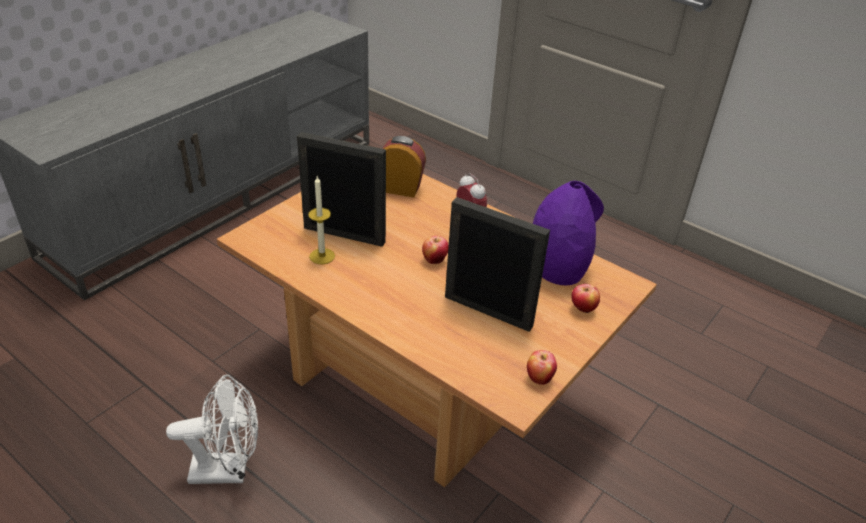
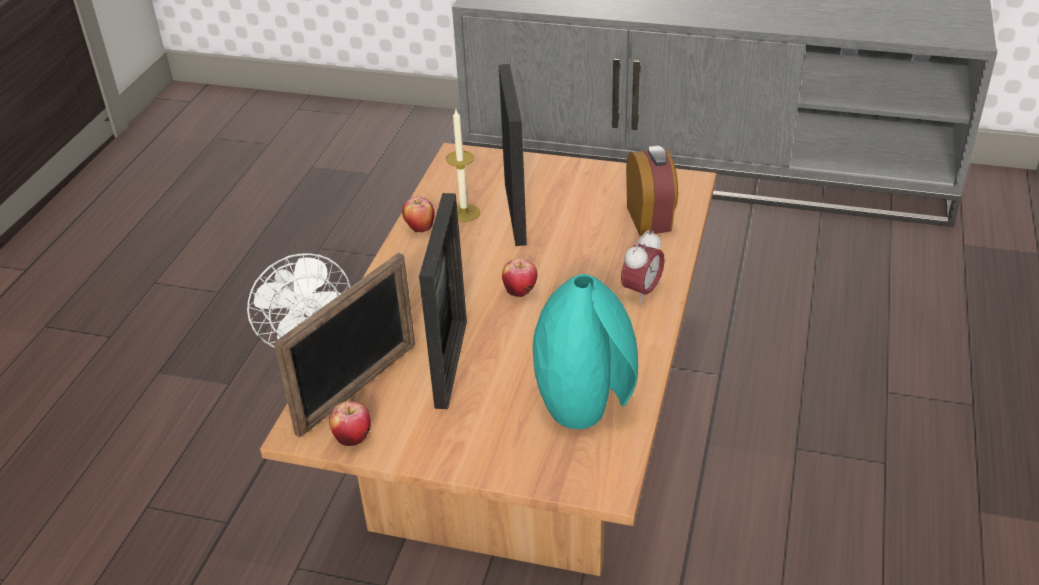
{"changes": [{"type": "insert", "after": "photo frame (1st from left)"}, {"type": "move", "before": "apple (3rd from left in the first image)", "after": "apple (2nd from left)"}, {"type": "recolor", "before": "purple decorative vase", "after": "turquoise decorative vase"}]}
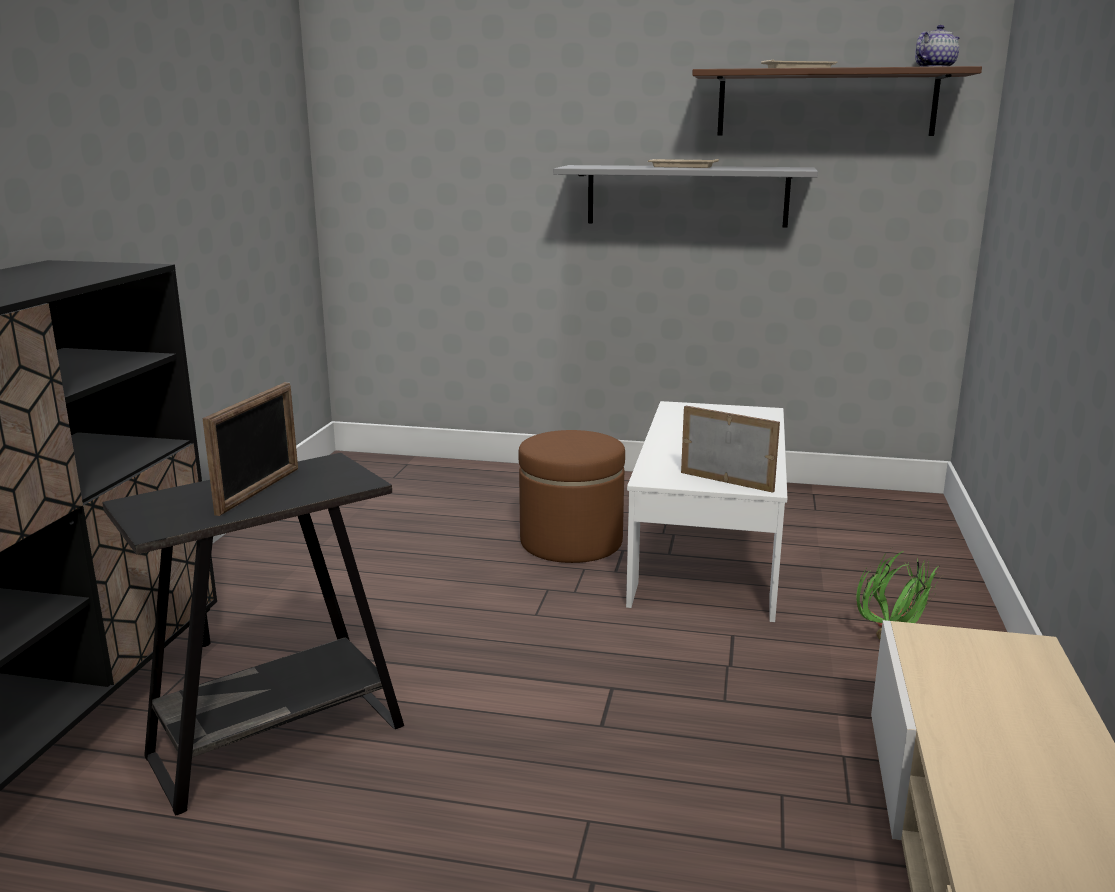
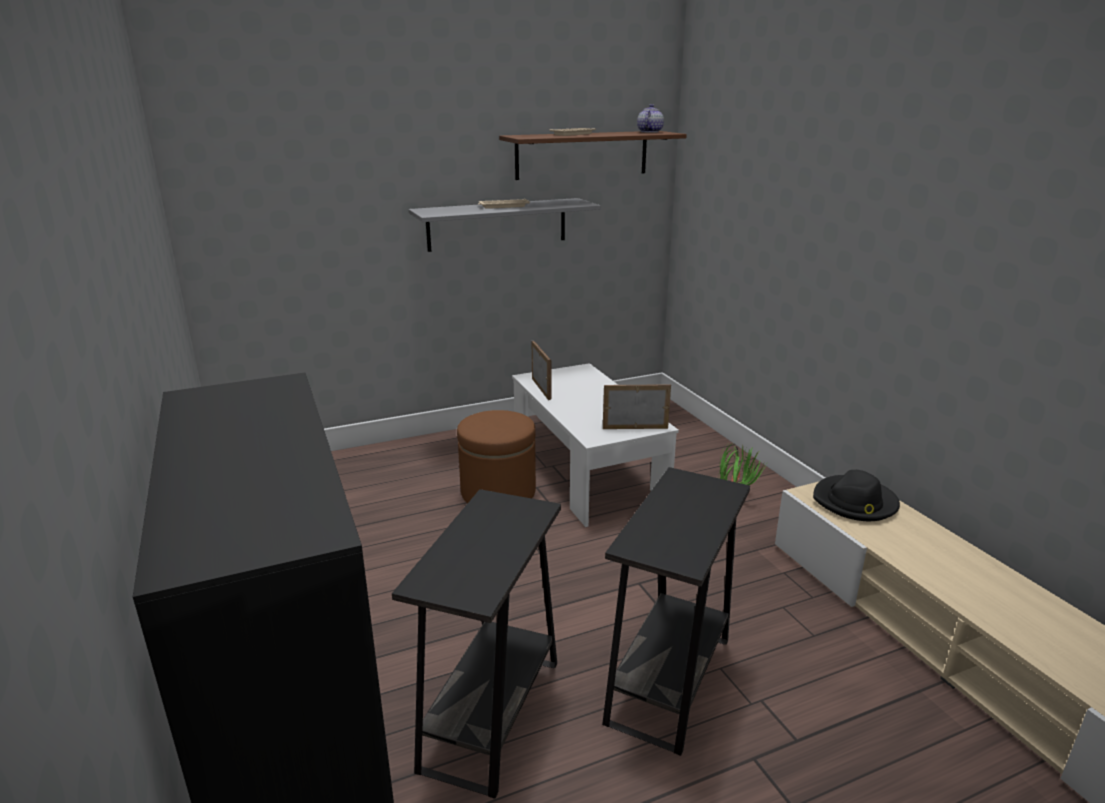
{"changes": [{"type": "move", "before": "photo frame (1st from left)"}, {"type": "insert", "after": "black end table (2nd from left)"}, {"type": "insert", "after": "black hat"}]}
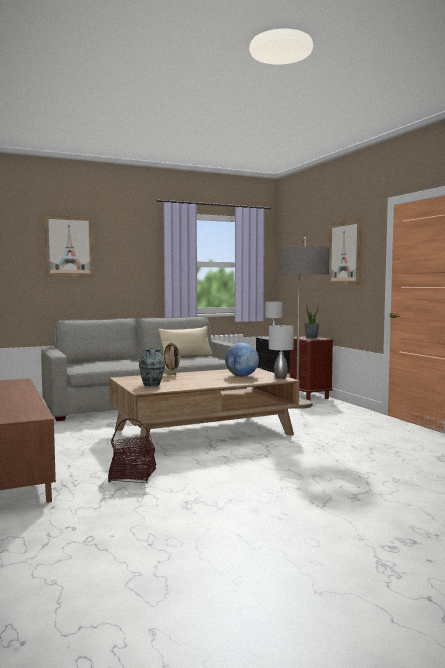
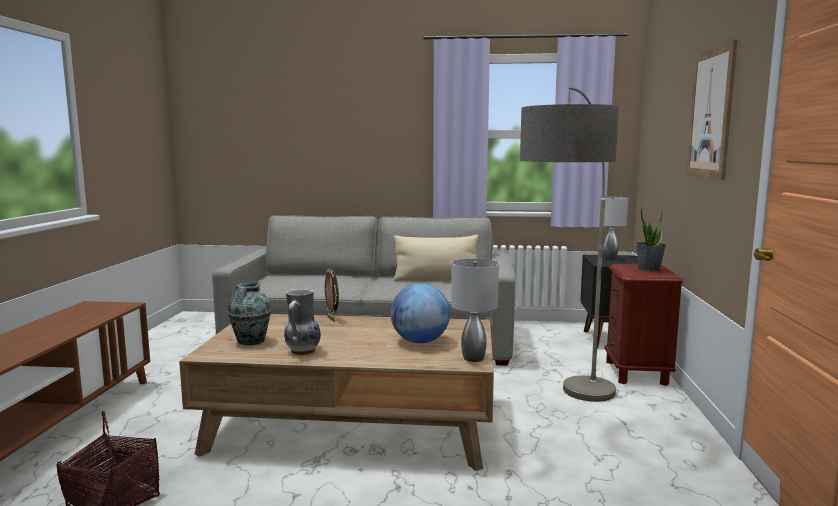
{"changes": [{"type": "insert", "after": "decorative vase (2nd from left)"}, {"type": "delete", "before": "wall art (1st from left)"}]}
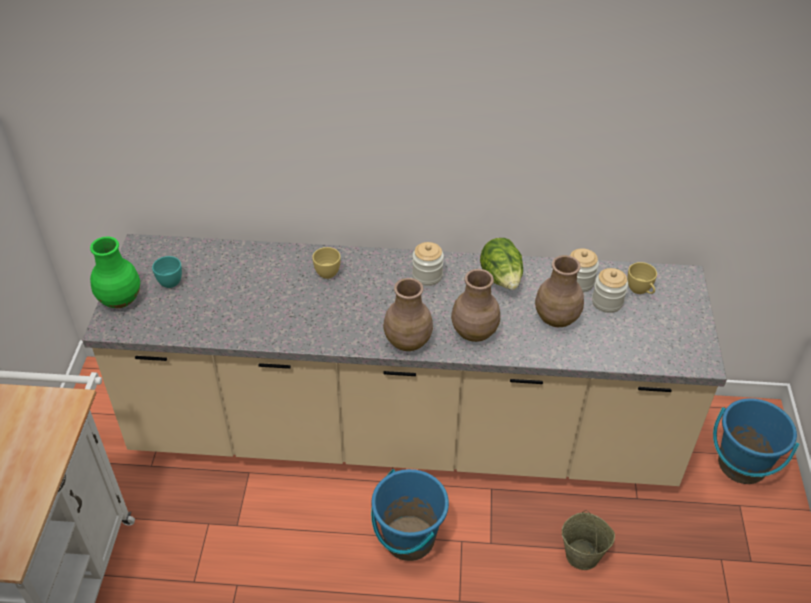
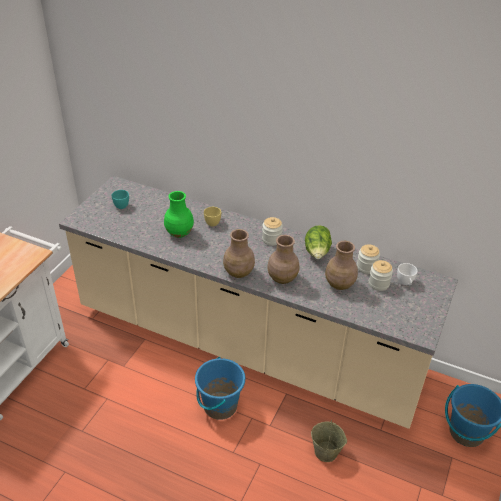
{"changes": [{"type": "move", "before": "green-coloured decorative vase"}, {"type": "recolor", "before": "yellowish drinking cup (2nd from left)", "after": "white-coloured drinking cup"}]}
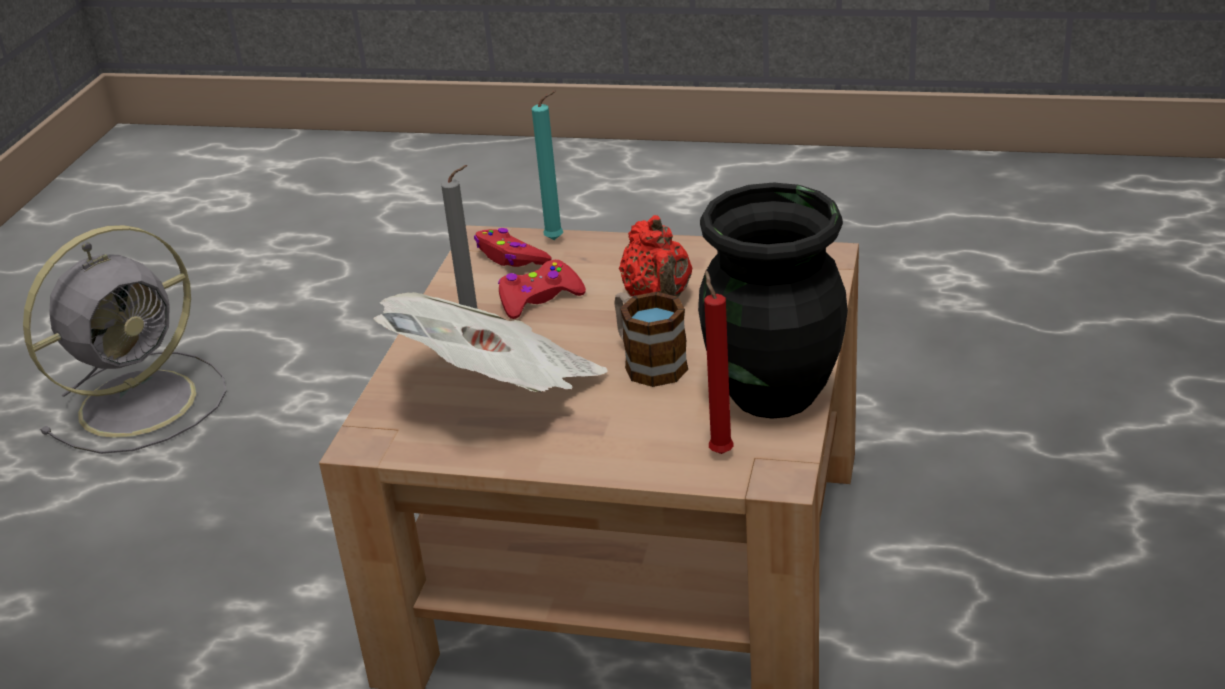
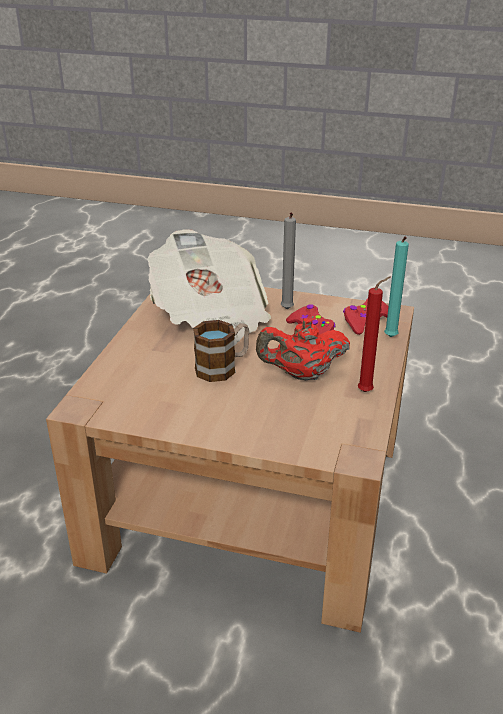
{"changes": [{"type": "move", "before": "reddish wax candle"}, {"type": "delete", "before": "grey electric fan"}, {"type": "delete", "before": "black decorative vase"}]}
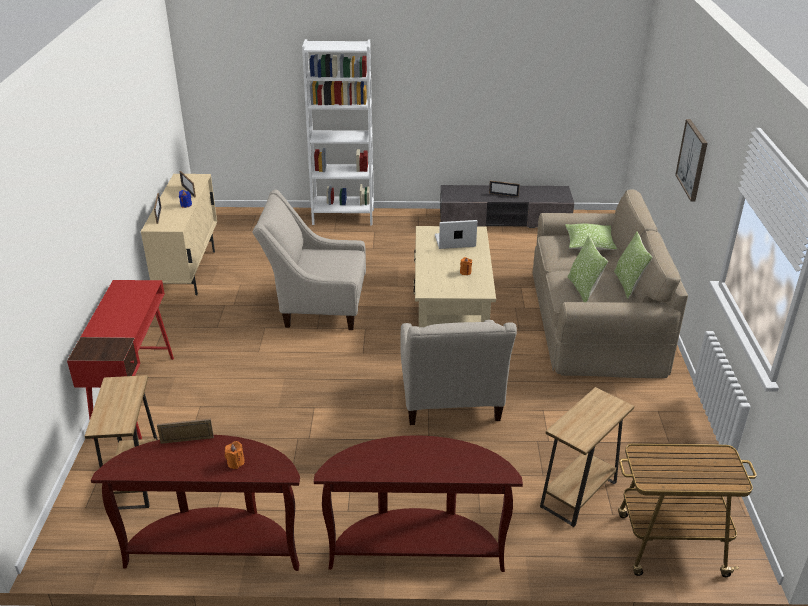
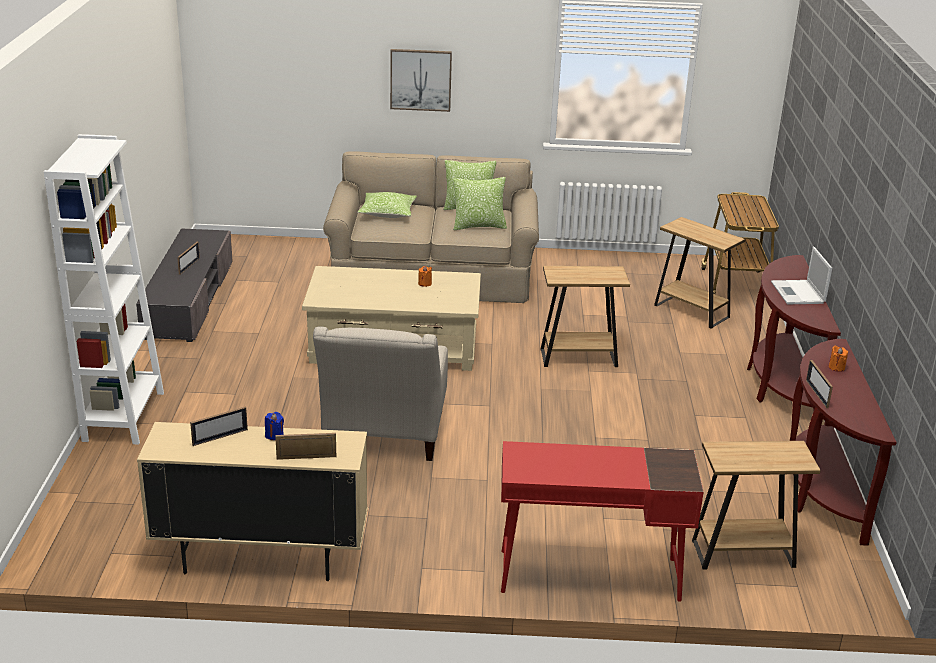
{"changes": [{"type": "replace", "before": "beige easy chair (2nd from left)", "after": "brown-coloured end table (1st from left)"}, {"type": "move", "before": "notebook computer"}]}
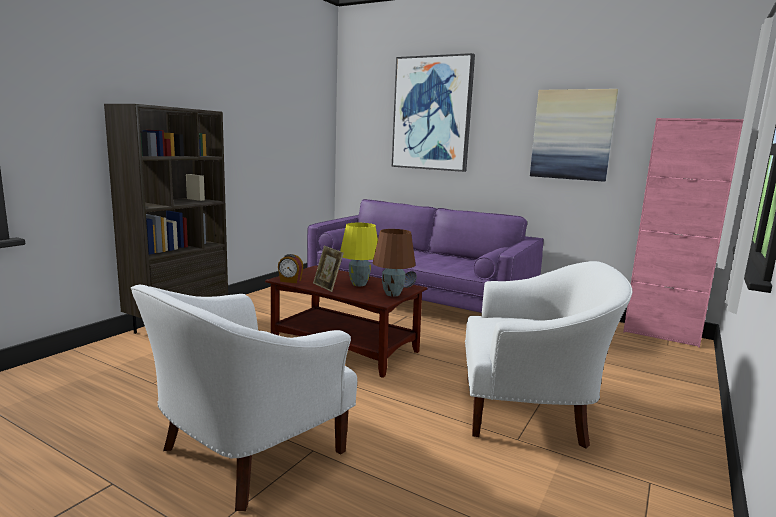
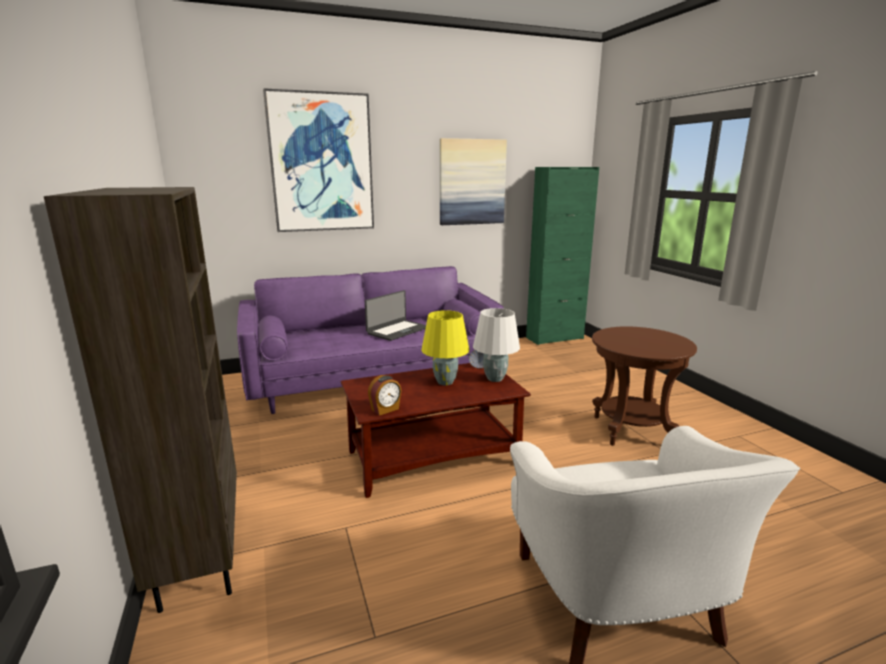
{"changes": [{"type": "insert", "after": "notebook computer"}, {"type": "recolor", "before": "brown-coloured tabletop lamp", "after": "white-coloured tabletop lamp"}, {"type": "recolor", "before": "pink cupboard", "after": "green-coloured cupboard"}, {"type": "replace", "before": "white-coloured easy chair (2nd from left)", "after": "brown-coloured end table"}, {"type": "delete", "before": "photo frame"}]}
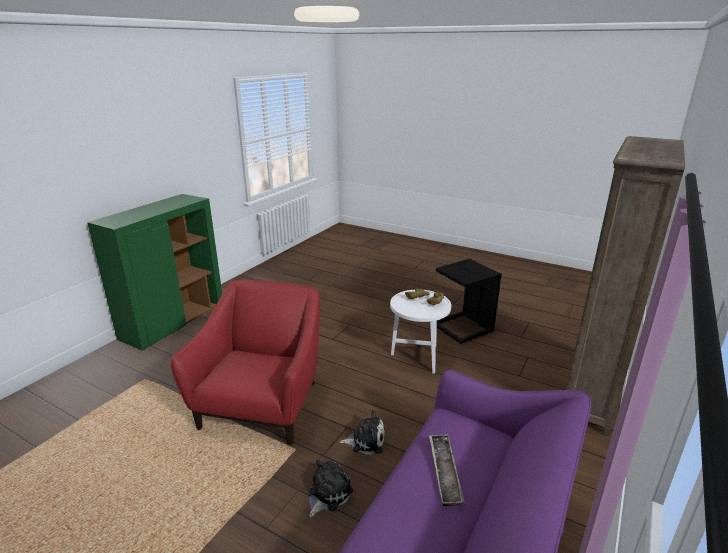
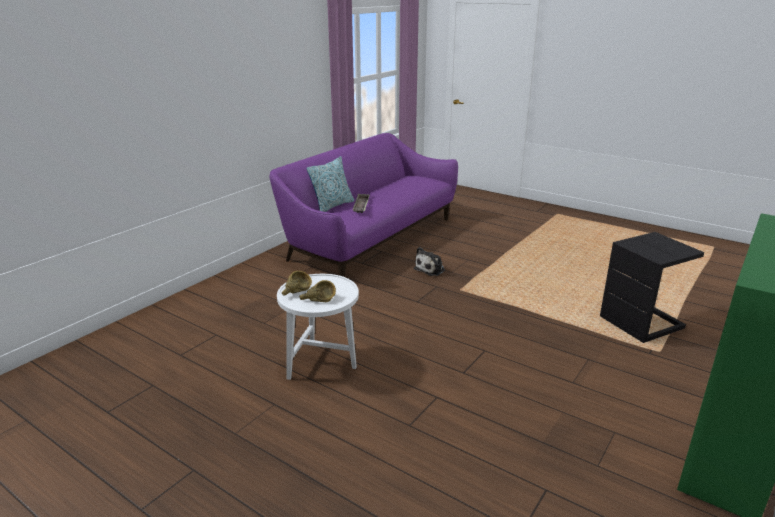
{"changes": [{"type": "insert", "after": "pillow"}, {"type": "move", "before": "black end table"}, {"type": "delete", "before": "reddish easy chair"}, {"type": "delete", "before": "cuddly toy (2nd from left)"}, {"type": "delete", "before": "brown-coloured bookshelf"}]}
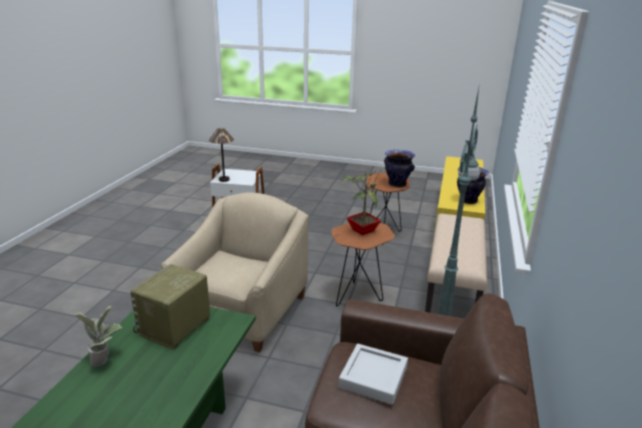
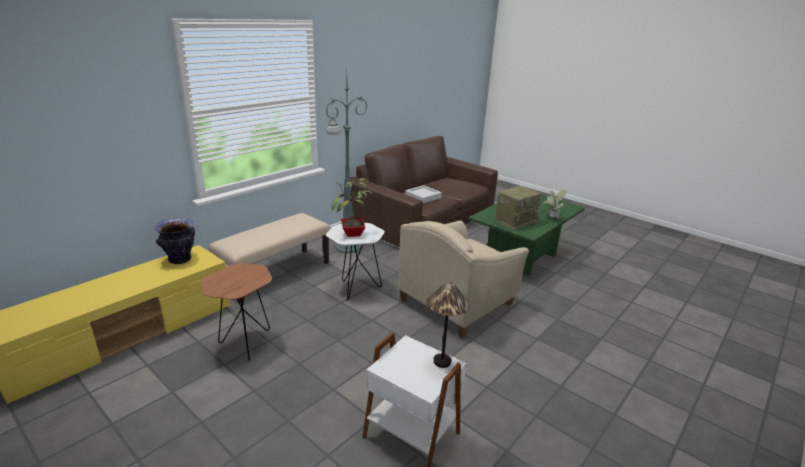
{"changes": [{"type": "recolor", "before": "brown-coloured end table (1st from left)", "after": "white-coloured end table (1st from left)"}, {"type": "delete", "before": "decorative vase (1st from left)"}]}
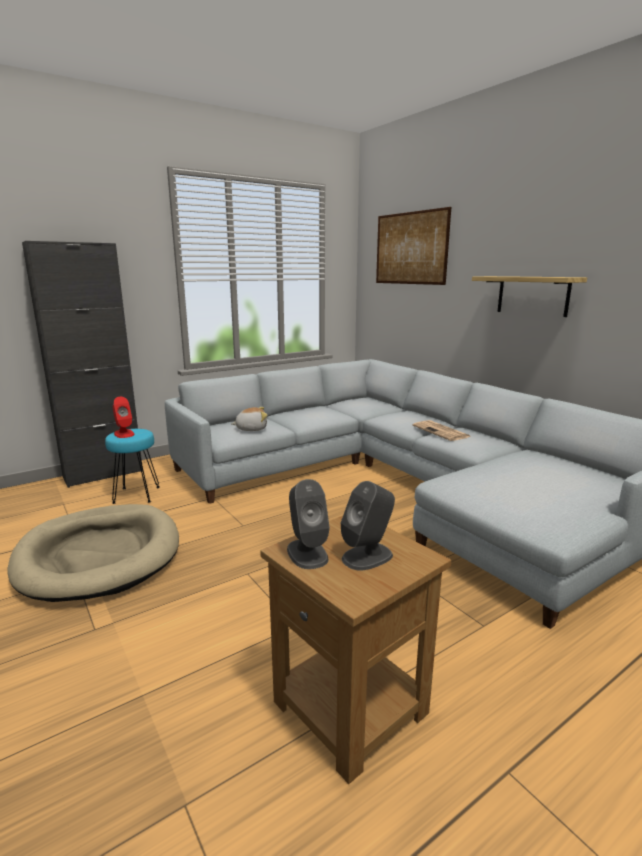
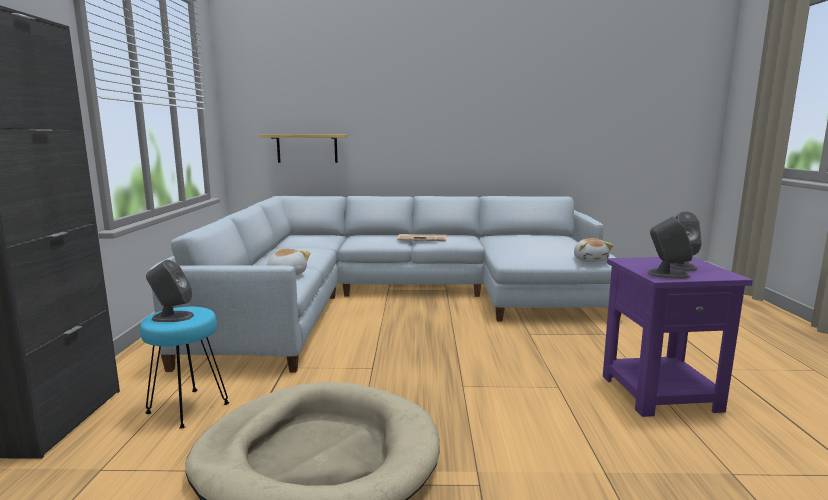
{"changes": [{"type": "recolor", "before": "reddish audio speaker", "after": "grey audio speaker (1st from left)"}, {"type": "move", "before": "wall shelf"}, {"type": "insert", "after": "cuddly toy (2nd from left)"}, {"type": "recolor", "before": "brown-coloured end table", "after": "purple end table"}, {"type": "delete", "before": "wall art"}]}
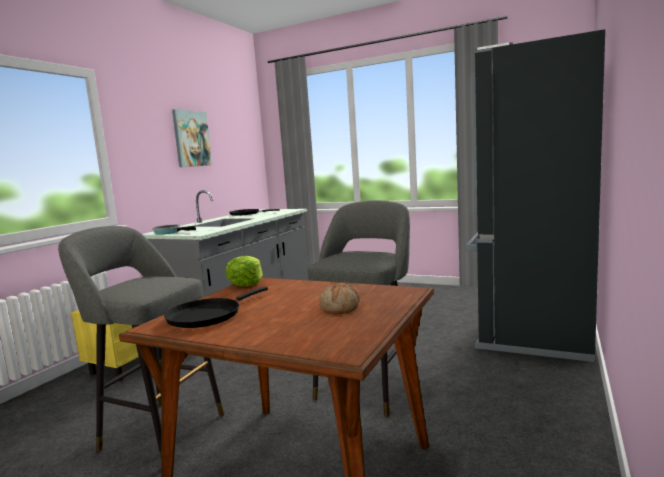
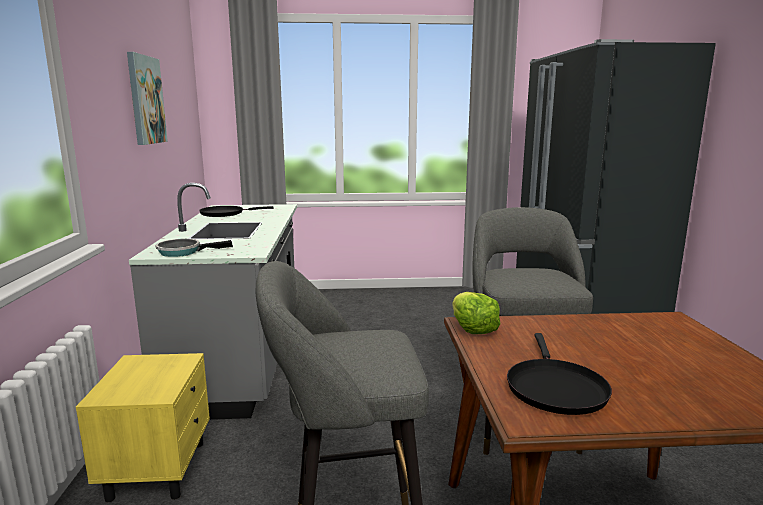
{"changes": [{"type": "delete", "before": "bakery bread"}]}
